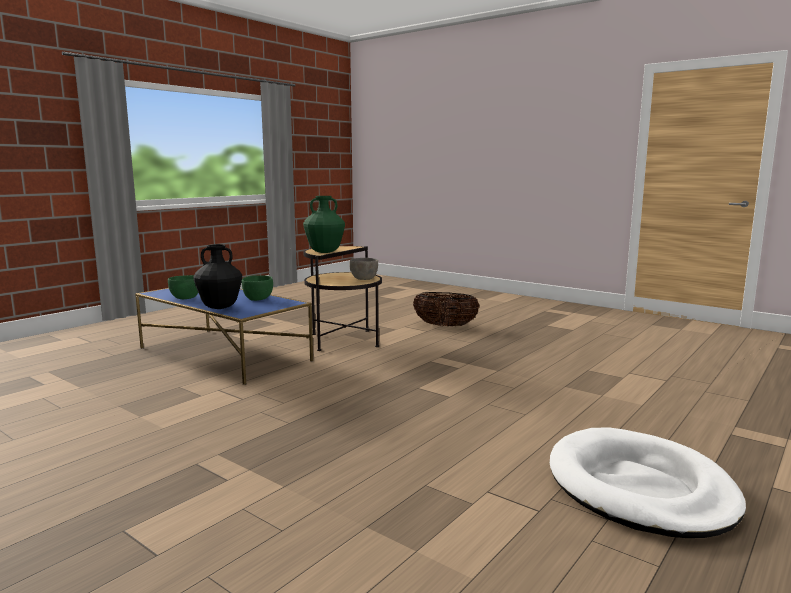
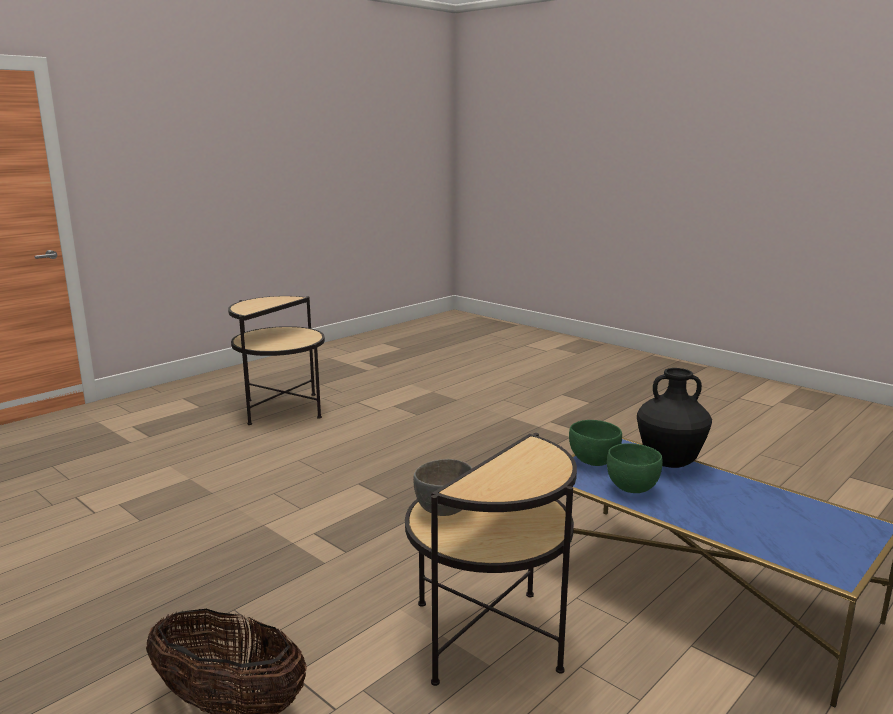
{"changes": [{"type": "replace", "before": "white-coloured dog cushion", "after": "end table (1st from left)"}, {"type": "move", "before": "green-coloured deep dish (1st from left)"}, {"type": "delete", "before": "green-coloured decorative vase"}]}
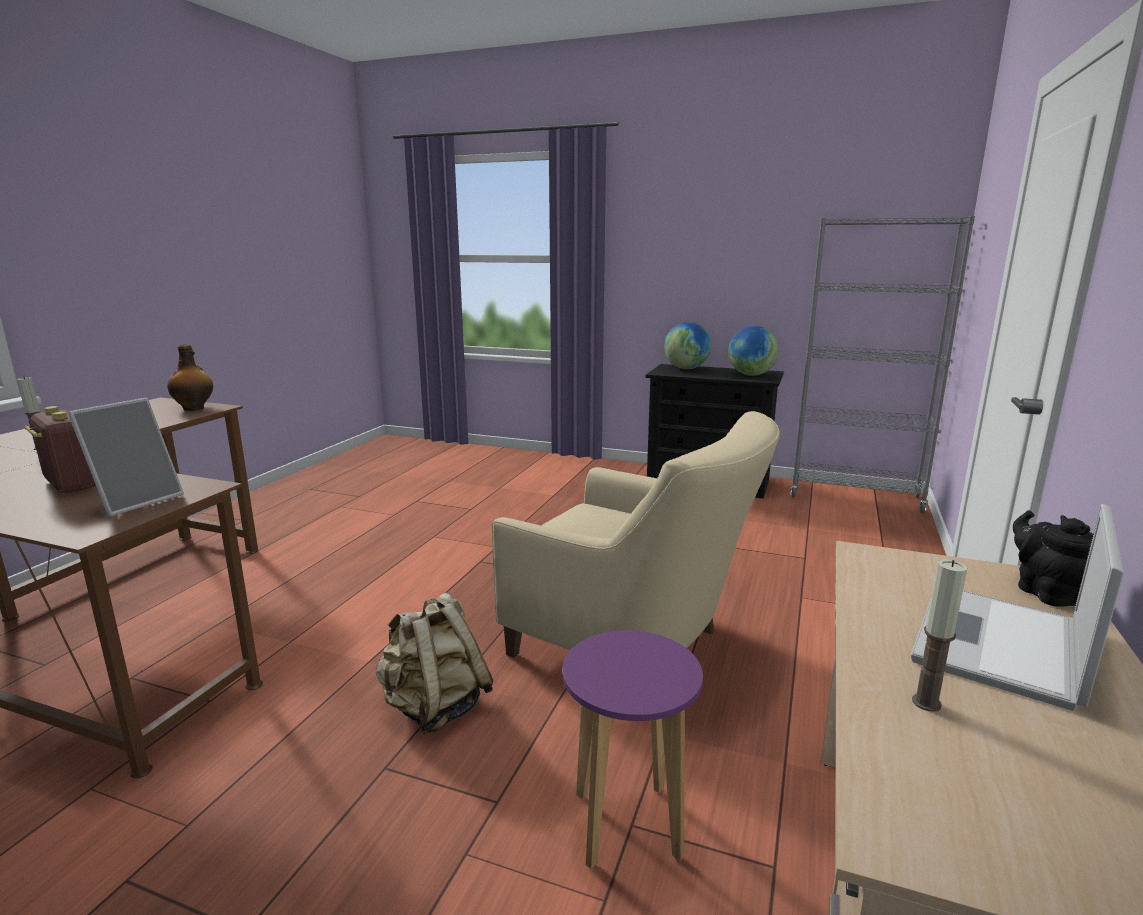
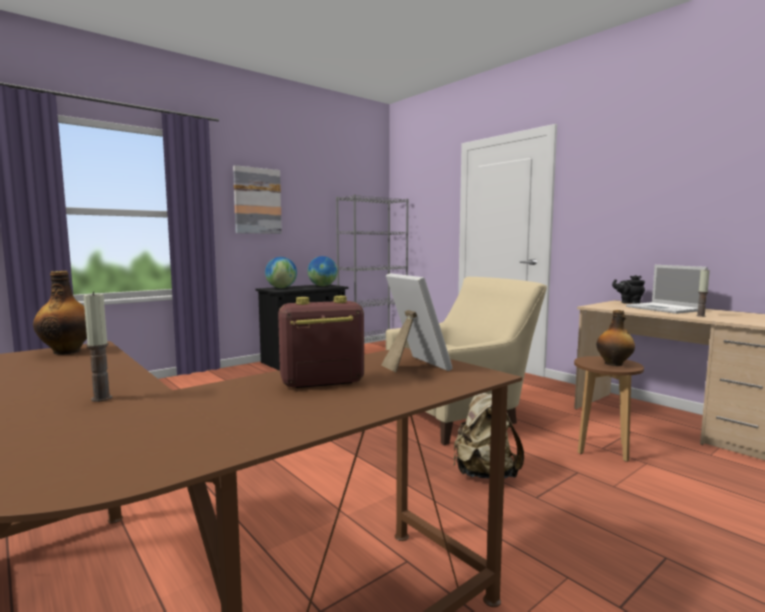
{"changes": [{"type": "insert", "after": "wall art"}, {"type": "recolor", "before": "purple stool seat", "after": "brown-coloured stool seat"}, {"type": "insert", "after": "drink bottle (2nd from left)"}]}
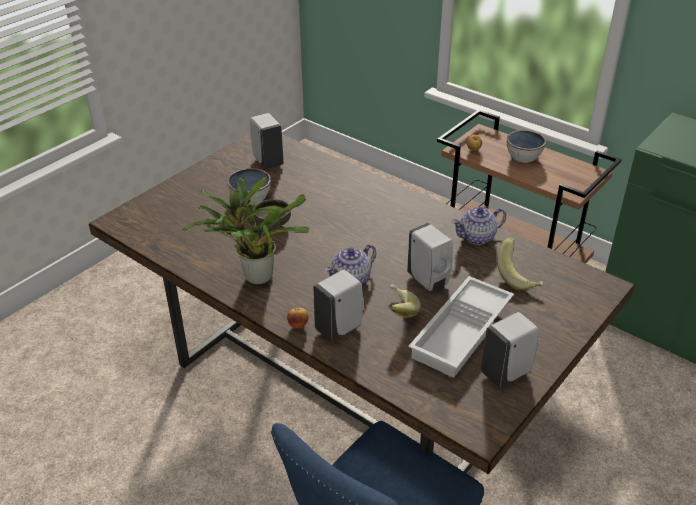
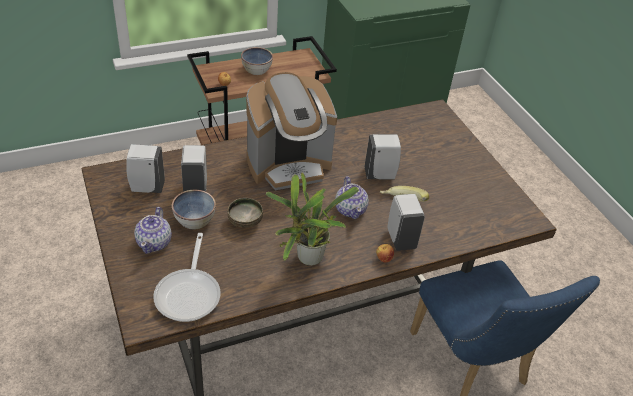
{"changes": [{"type": "move", "before": "tea pot (2nd from left in the first image)", "after": "tea pot (1st from left)"}, {"type": "insert", "after": "pan"}, {"type": "move", "before": "white-coloured soap bottle (4th from left in the first image)", "after": "white-coloured soap bottle (2nd from left)"}, {"type": "insert", "after": "coffee machine"}, {"type": "delete", "before": "white-coloured carrying tray"}, {"type": "delete", "before": "whole banana (2nd from left)"}]}
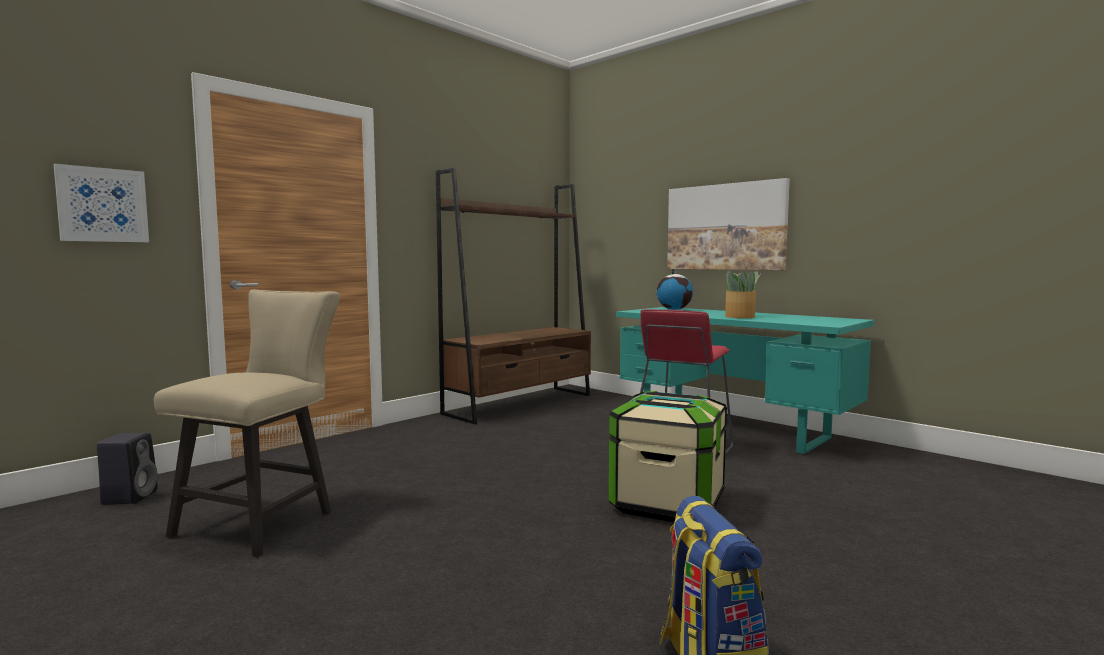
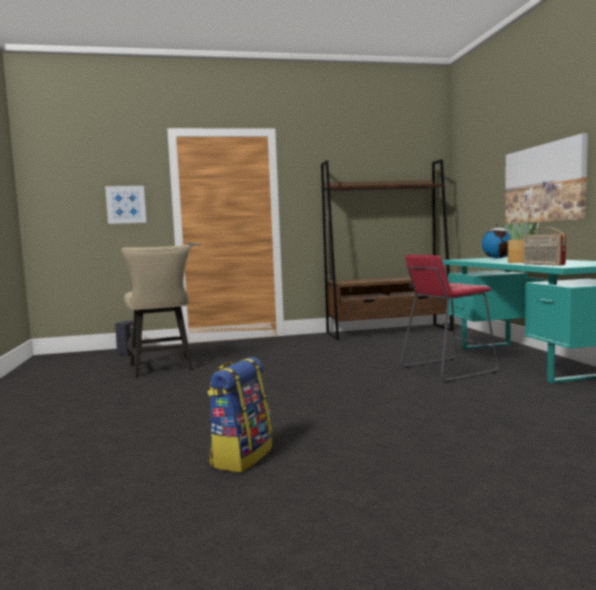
{"changes": [{"type": "rotate", "before": "beige upright chair", "turn": 105}, {"type": "insert", "after": "radio receiver"}, {"type": "delete", "before": "storage box"}]}
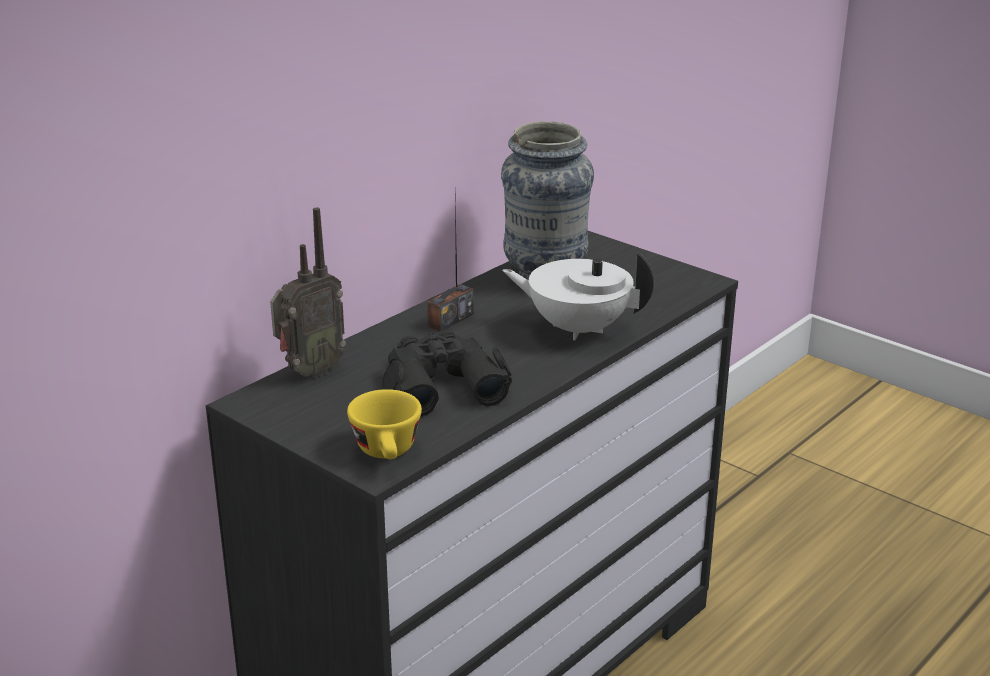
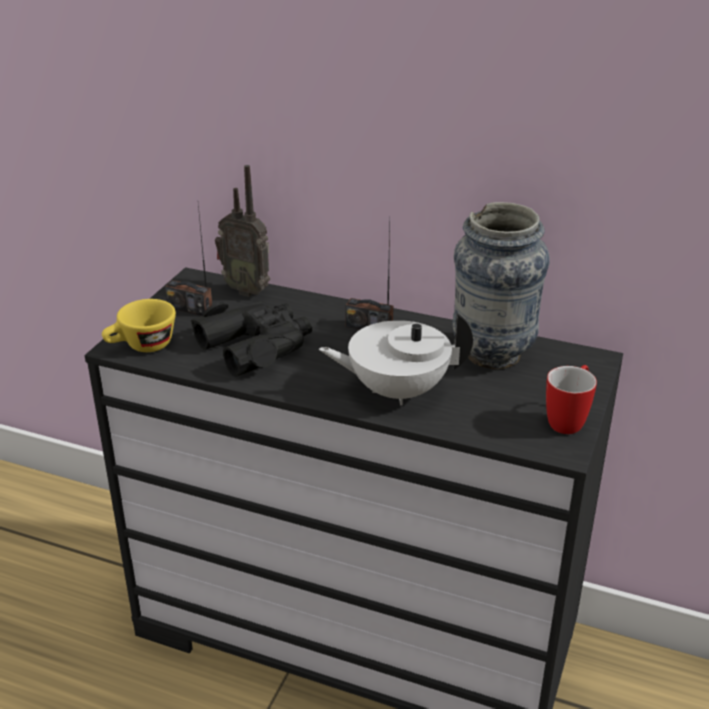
{"changes": [{"type": "insert", "after": "radio receiver (1st from left)"}, {"type": "rotate", "before": "white-coloured tea pot", "turn": -90}, {"type": "insert", "after": "coffee mug"}]}
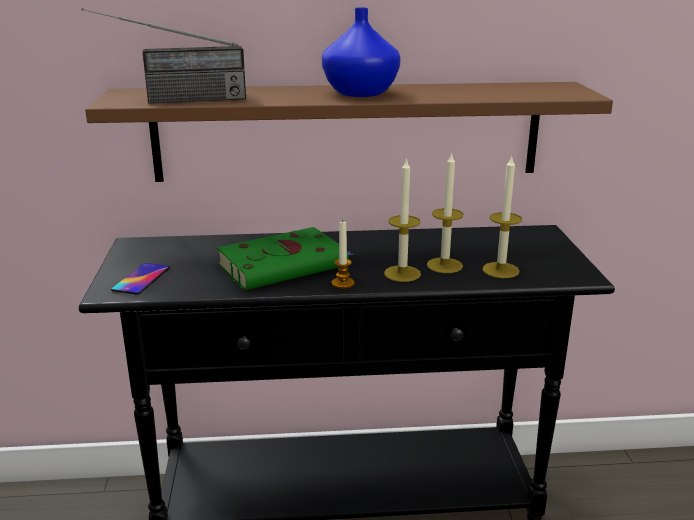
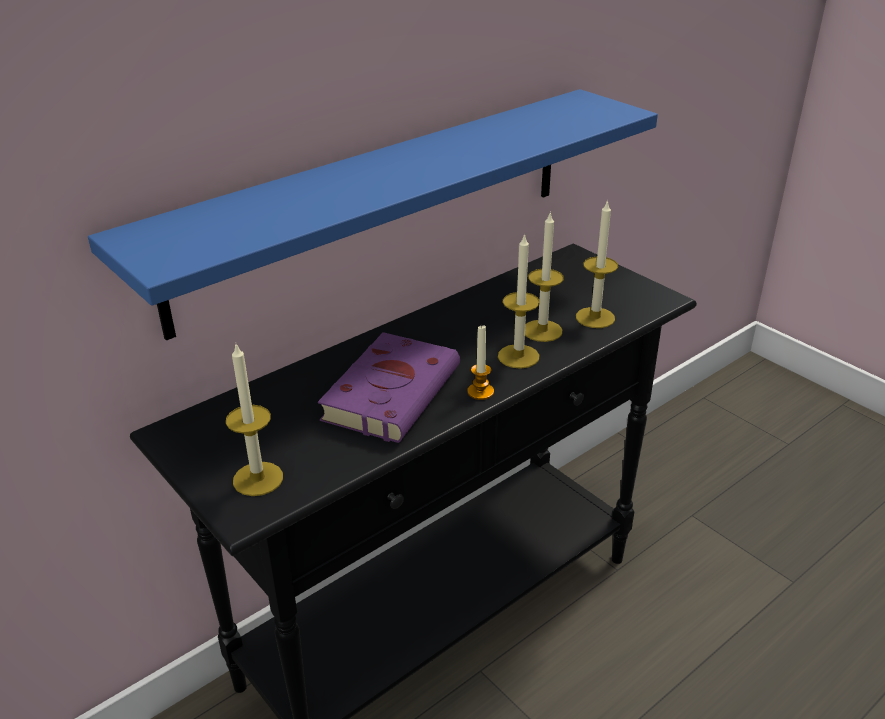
{"changes": [{"type": "recolor", "before": "brown-coloured wall shelf", "after": "blue wall shelf"}, {"type": "replace", "before": "handset", "after": "wax candle (1st from left)"}, {"type": "recolor", "before": "green-coloured book", "after": "purple book"}, {"type": "delete", "before": "radio receiver"}, {"type": "delete", "before": "blue decorative vase"}]}
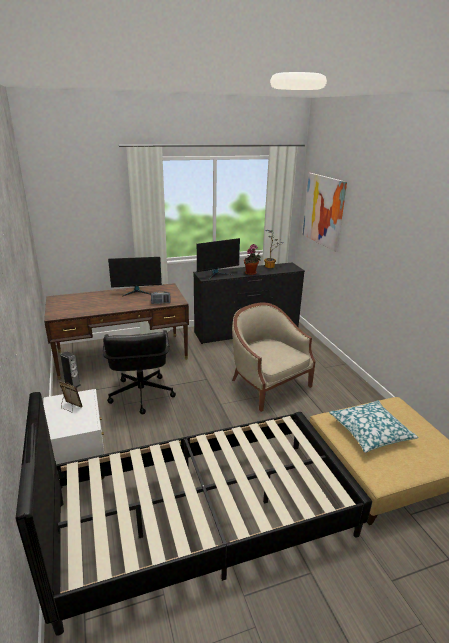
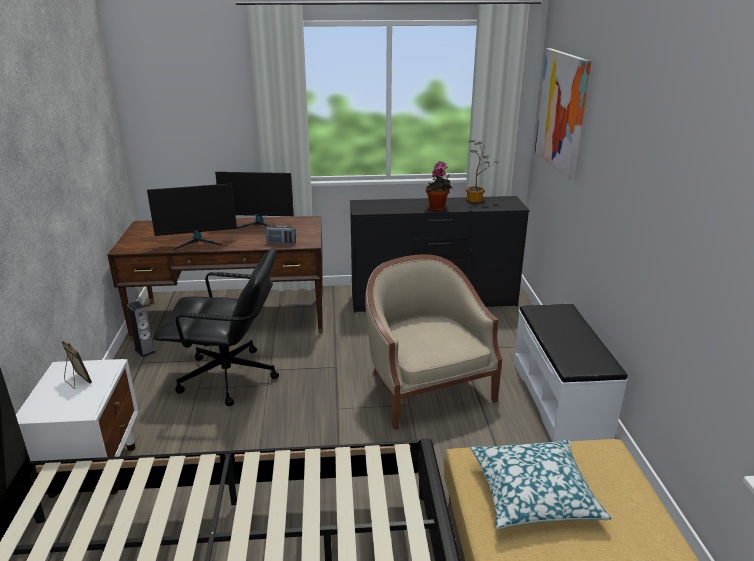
{"changes": [{"type": "move", "before": "monitor (2nd from left in the first image)", "after": "monitor (1st from left)"}, {"type": "rotate", "before": "black computer chair", "turn": -90}, {"type": "insert", "after": "white-coloured bench"}]}
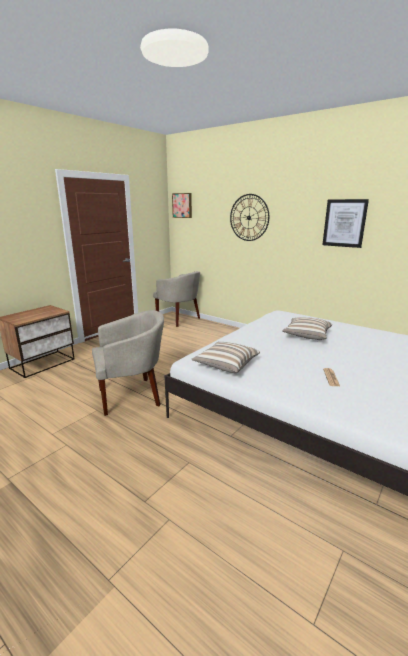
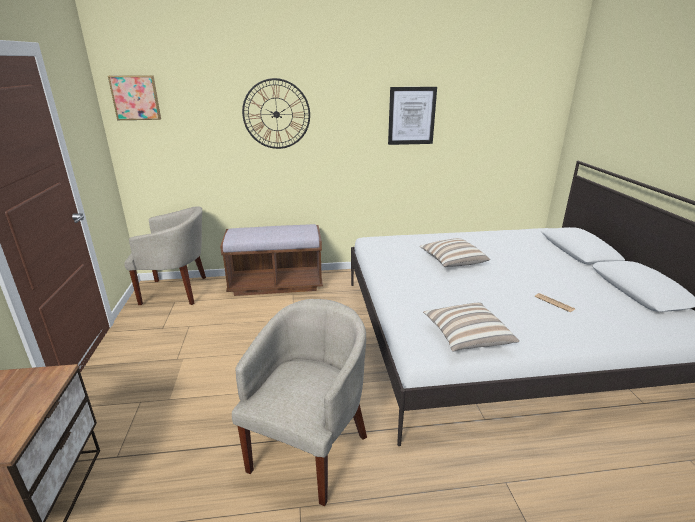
{"changes": [{"type": "insert", "after": "brown-coloured bench"}]}
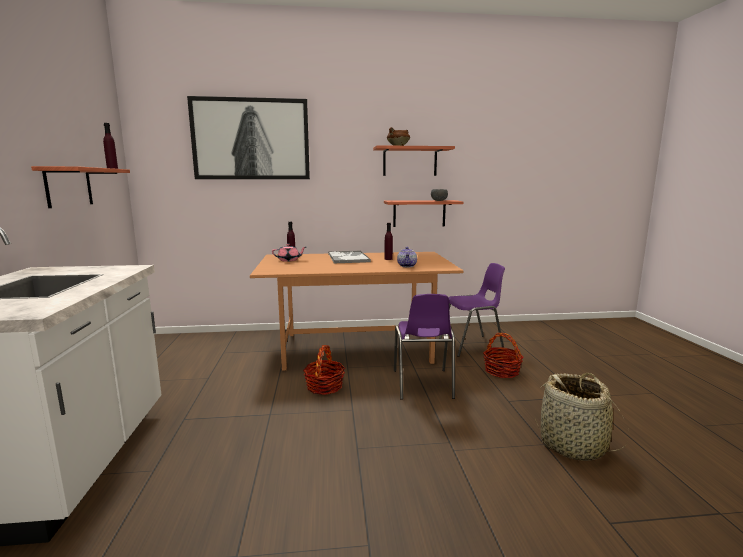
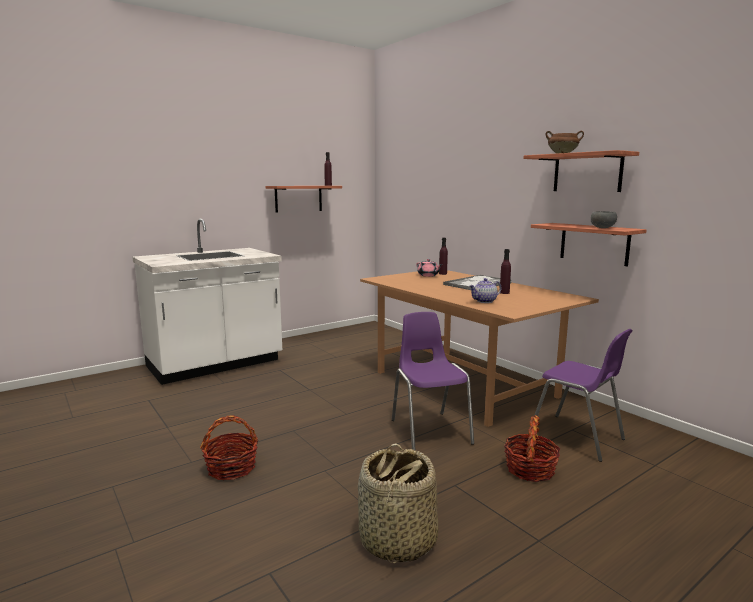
{"changes": [{"type": "move", "before": "household basket (1st from left)"}, {"type": "rotate", "before": "purple upright chair (1st from left)", "turn": 105}, {"type": "delete", "before": "wall art"}]}
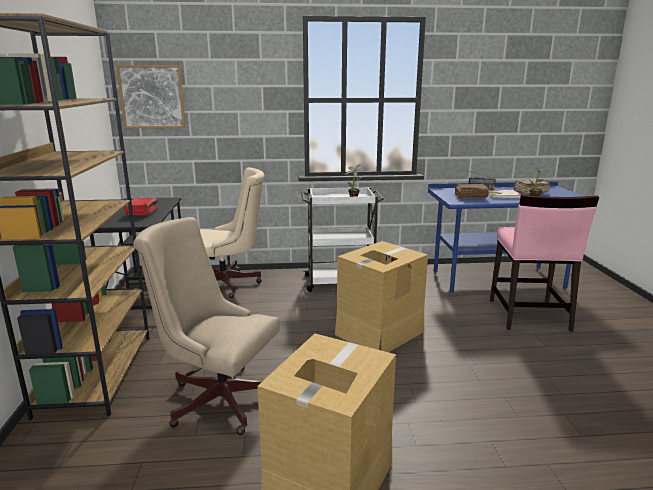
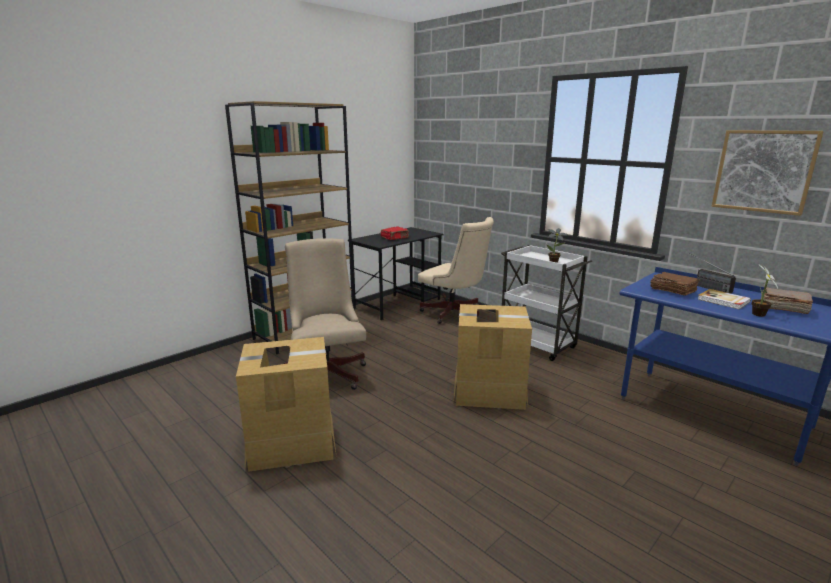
{"changes": [{"type": "move", "before": "wall art"}, {"type": "delete", "before": "pink upright chair"}]}
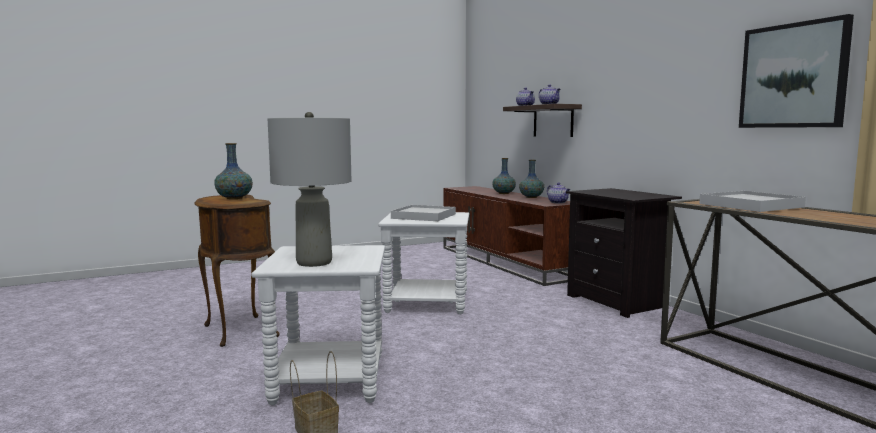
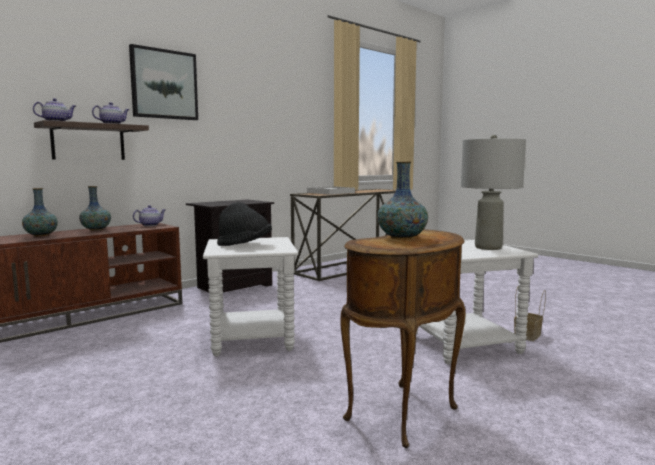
{"changes": [{"type": "move", "before": "wall art"}, {"type": "replace", "before": "white-coloured carrying tray (1st from left)", "after": "black hat"}]}
